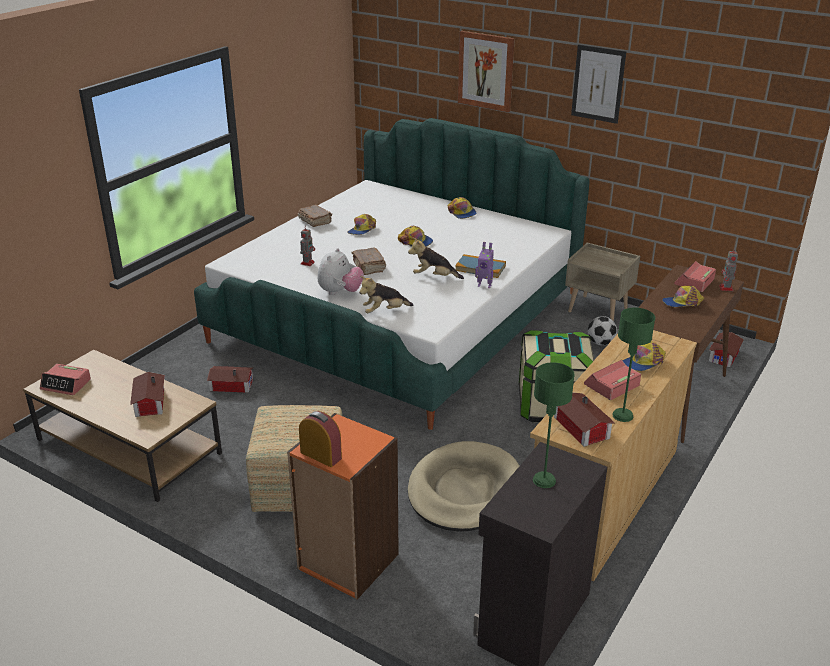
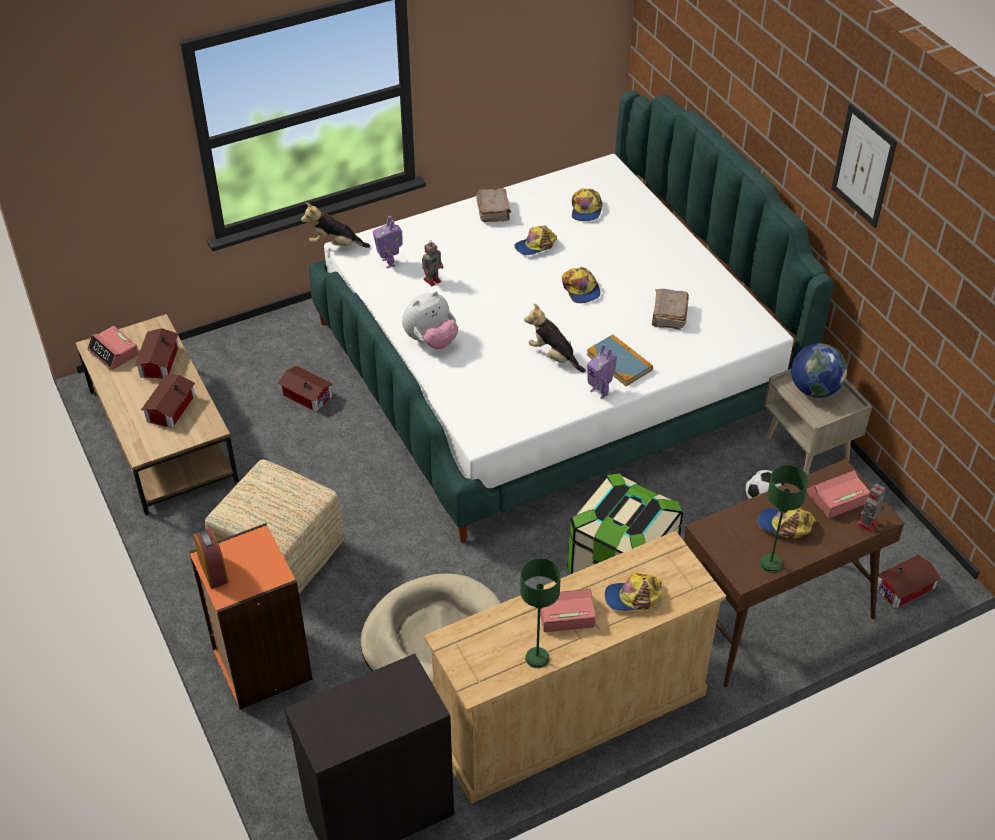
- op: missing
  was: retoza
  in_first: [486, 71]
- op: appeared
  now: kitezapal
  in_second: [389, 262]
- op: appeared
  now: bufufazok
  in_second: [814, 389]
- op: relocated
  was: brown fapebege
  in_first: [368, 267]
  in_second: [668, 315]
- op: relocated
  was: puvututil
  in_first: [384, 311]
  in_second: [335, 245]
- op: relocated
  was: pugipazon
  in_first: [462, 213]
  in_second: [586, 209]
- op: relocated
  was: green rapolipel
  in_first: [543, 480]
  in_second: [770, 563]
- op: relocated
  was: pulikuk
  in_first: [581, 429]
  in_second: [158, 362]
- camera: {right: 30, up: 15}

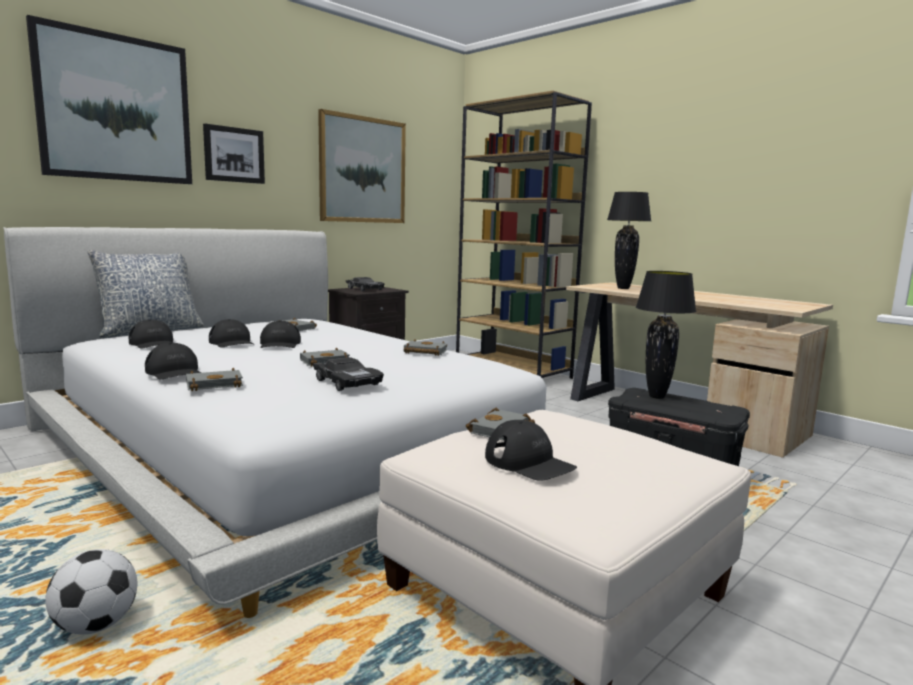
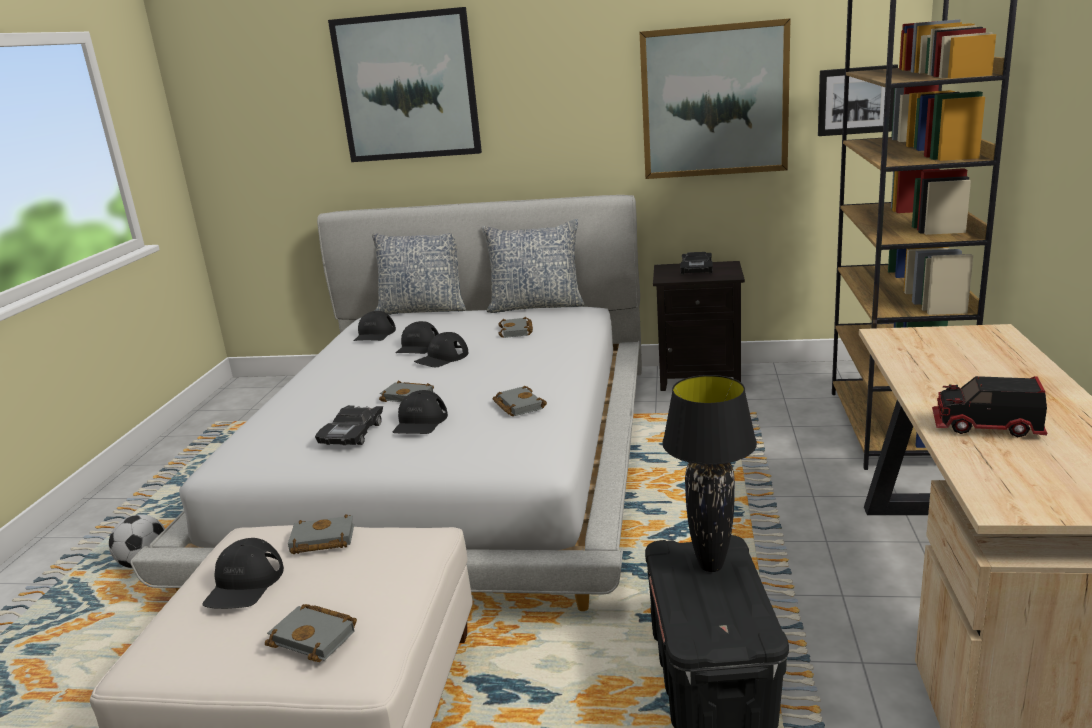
- op: missing
  was: black rapolipel
  in_first: [623, 288]
- op: appeared
  now: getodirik
  in_second: [536, 306]
- op: appeared
  now: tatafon
  in_second: [986, 427]
- op: relocated
  was: black pugipazon
  in_first: [174, 372]
  in_second: [420, 422]
- op: relocated
  was: grey fapebege
  in_first: [216, 384]
  in_second: [316, 637]
- op: relocated
  was: retoza
  in_first: [234, 155]
  in_second: [856, 100]
- camera: {right: 55, up: 10}

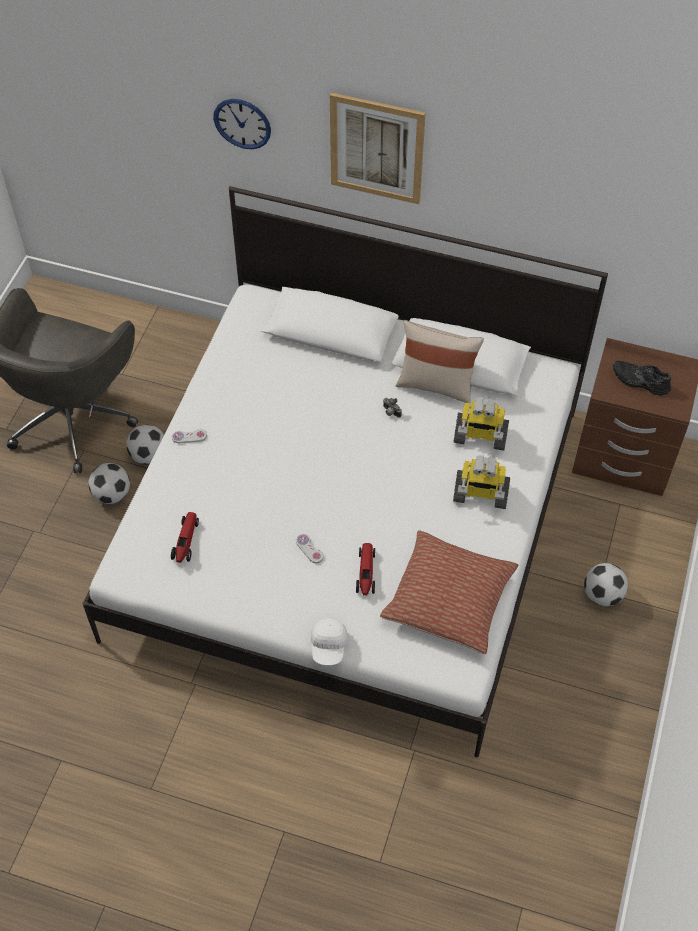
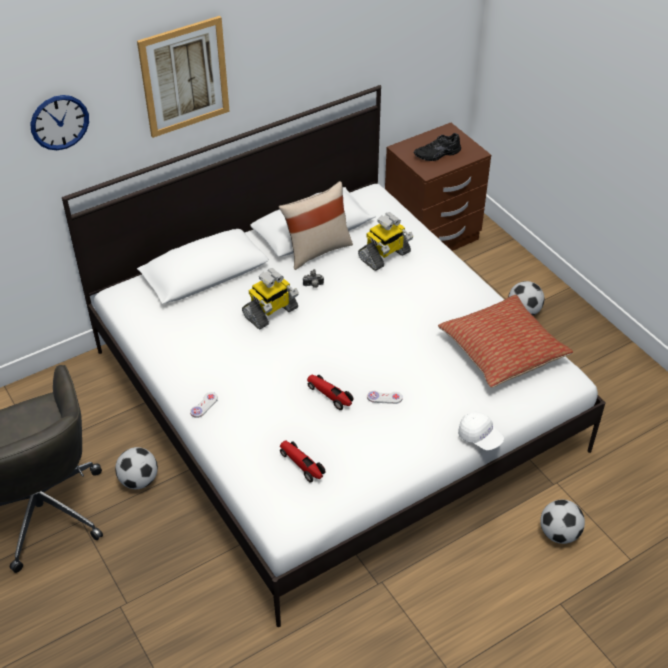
- op: relocated
  was: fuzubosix
  in_first: [112, 494]
  in_second: [559, 533]
- op: relocated
  was: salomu
  in_first: [366, 573]
  in_second: [330, 395]
- op: relocated
  was: kitezapal
  in_first: [480, 494]
  in_second: [271, 313]
- camera: {right: -50, up: -10}

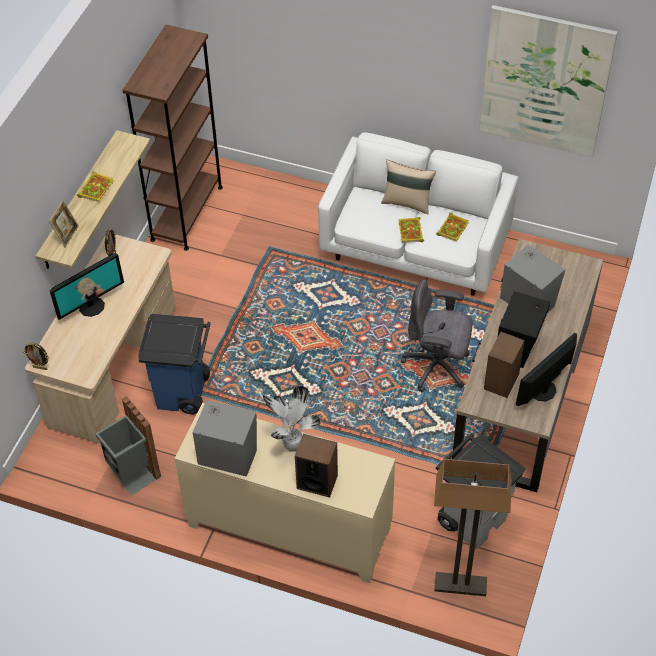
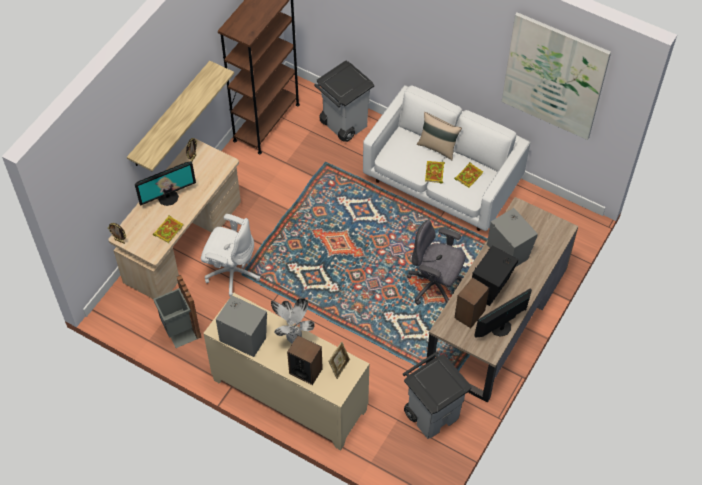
- op: missing
  was: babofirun
  in_first: [460, 585]
- op: appeared
  now: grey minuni
  in_second: [343, 124]
- op: relocated
  was: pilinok
  in_first: [67, 235]
  in_second: [339, 367]
- op: relocated
  was: fapebege
  in_first: [96, 188]
  in_second: [168, 229]
- op: exchanged
  was: blue minuni
  now: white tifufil
  in_first: [183, 393]
  in_second: [232, 273]
- camera: {right: 10, up: 5}

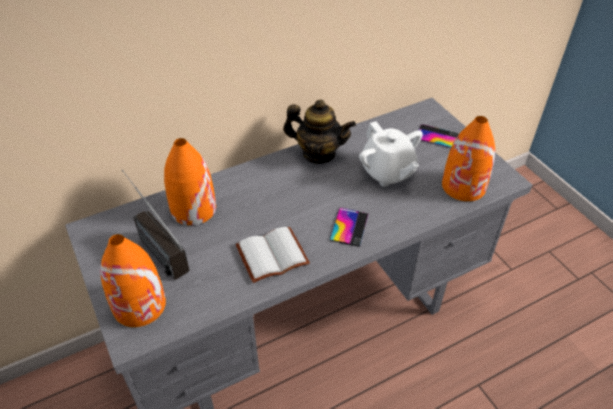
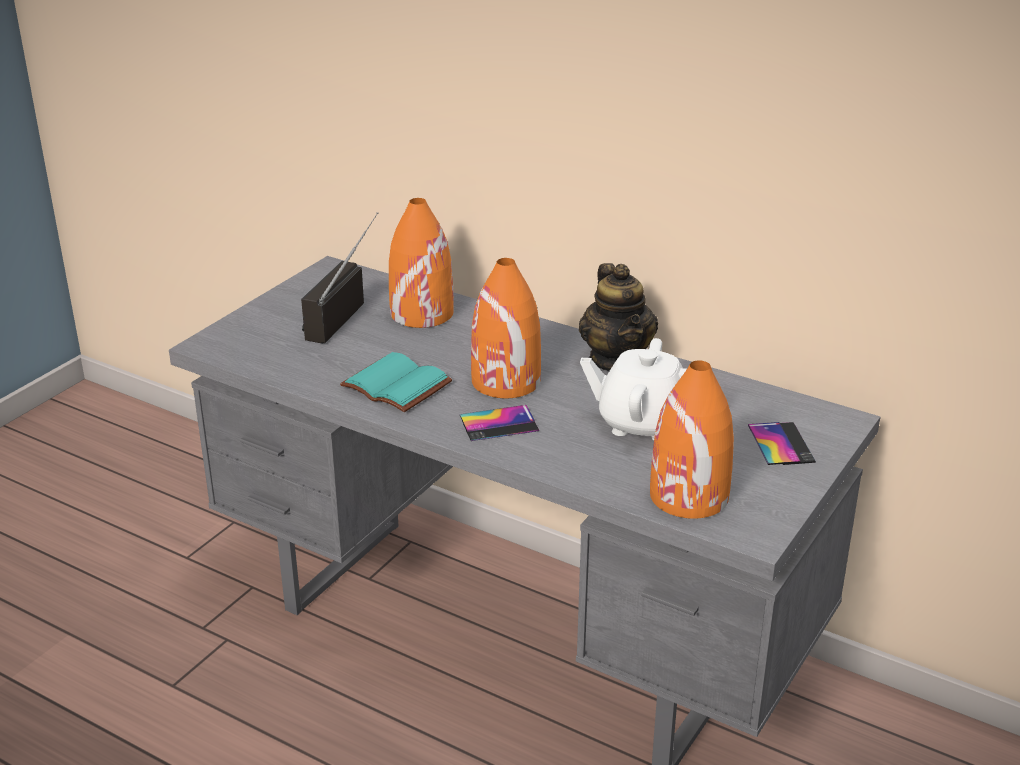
- op: relocated
  was: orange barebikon
  in_first: [140, 305]
  in_second: [506, 381]
- op: colour
  was: white fapebege
  now: turquoise fapebege
  in_first: [271, 257]
  in_second: [393, 386]
- op: spun
  was: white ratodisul
  in_first: [387, 172]
  in_second: [642, 423]
  clockwise: 75
- camera: {right: 60, up: -15}

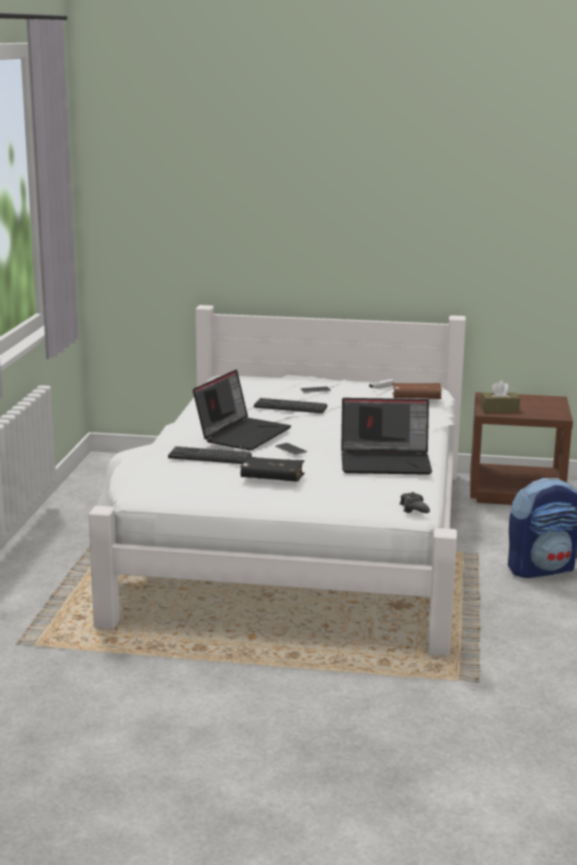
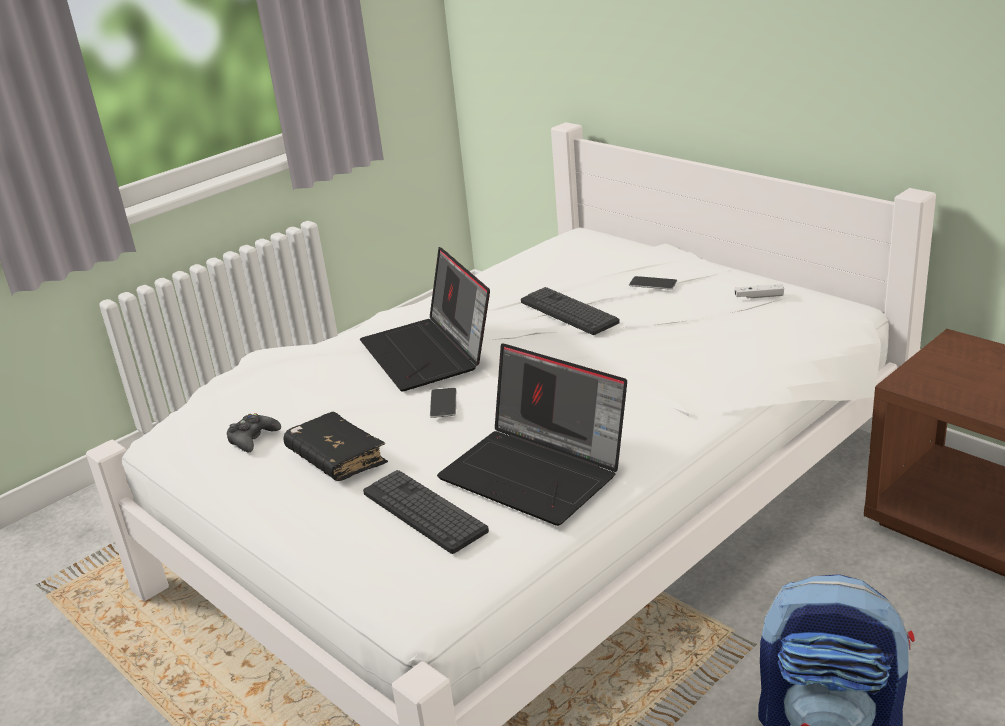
- op: missing
  was: brown fapebege
  in_first: [416, 398]
- op: missing
  was: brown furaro
  in_first: [499, 410]
- op: relocated
  was: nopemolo
  in_first: [209, 457]
  in_second: [424, 512]
- op: relocated
  was: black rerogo
  in_first: [413, 508]
  in_second: [253, 439]
- op: spun
  was: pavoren
  in_first: [243, 434]
  in_second: [429, 354]
  clockwise: 90
- camera: {right: 40, up: 10}

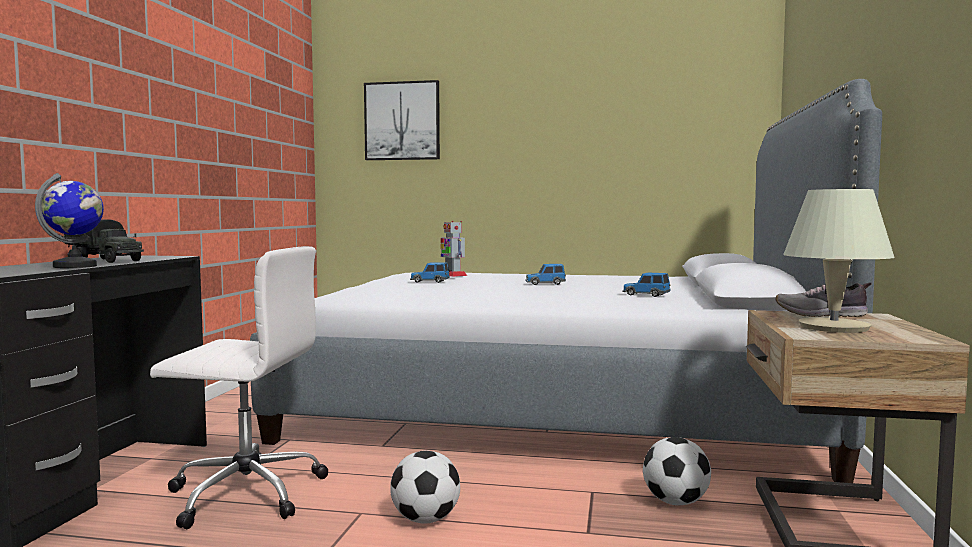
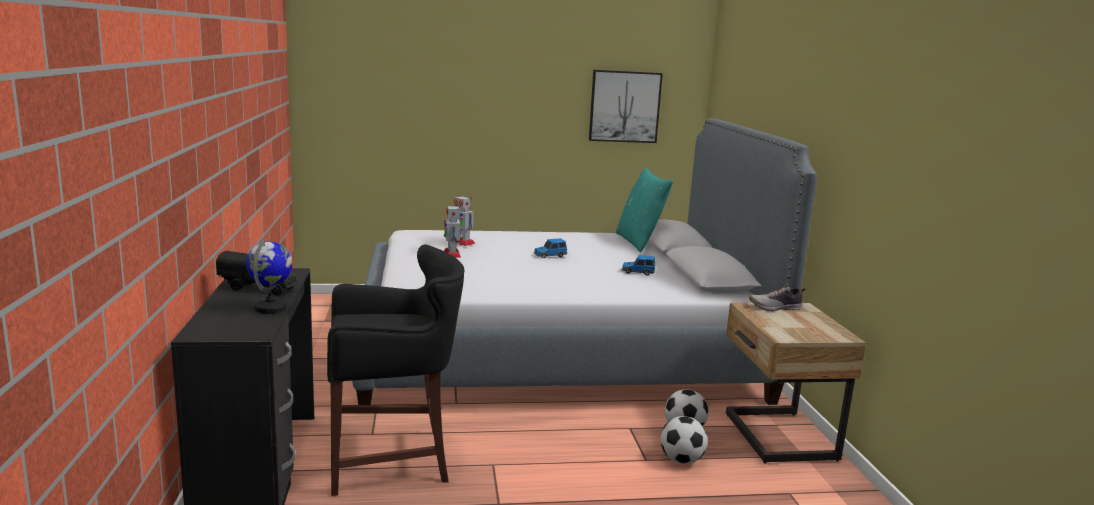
- op: missing
  was: beige rapolipel
  in_first: [832, 327]
- op: appeared
  now: turquoise getodirik
  in_second: [639, 242]
- op: relocated
  was: retoza
  in_first: [402, 121]
  in_second: [624, 106]
- op: relocated
  was: fuzubosix
  in_first: [426, 520]
  in_second: [681, 460]
- op: exchanged
  was: white tifufil
  now: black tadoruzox
  in_first: [244, 493]
  in_second: [393, 459]
- op: exchanged
  was: salomu
  now: kitezapal
  in_first: [429, 281]
  in_second: [451, 254]
- camera: {right: -20, up: 10}

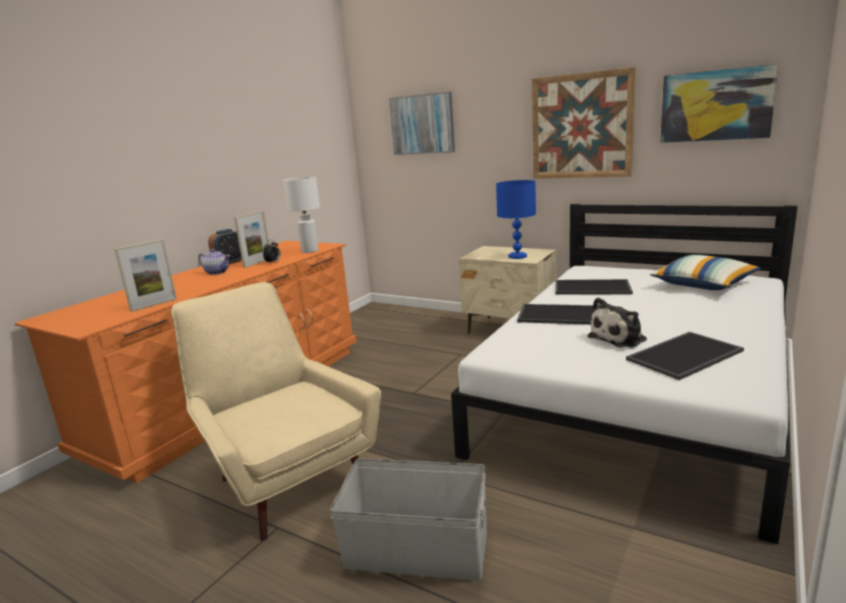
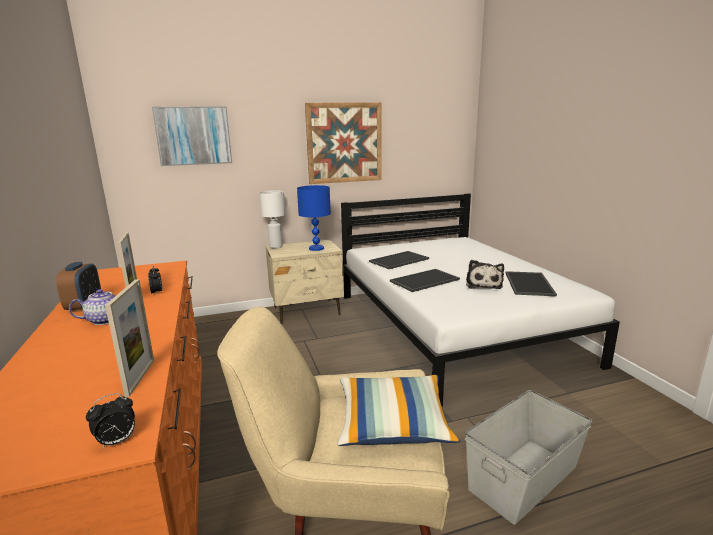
- op: missing
  was: retoza
  in_first: [715, 105]
- op: appeared
  now: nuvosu
  in_second: [117, 442]
- op: relocated
  was: white rapolipel
  in_first: [309, 251]
  in_second: [275, 247]
- op: relocated
  was: getodirik
  in_first: [703, 285]
  in_second: [393, 423]
- camera: {right: -50, up: 0}

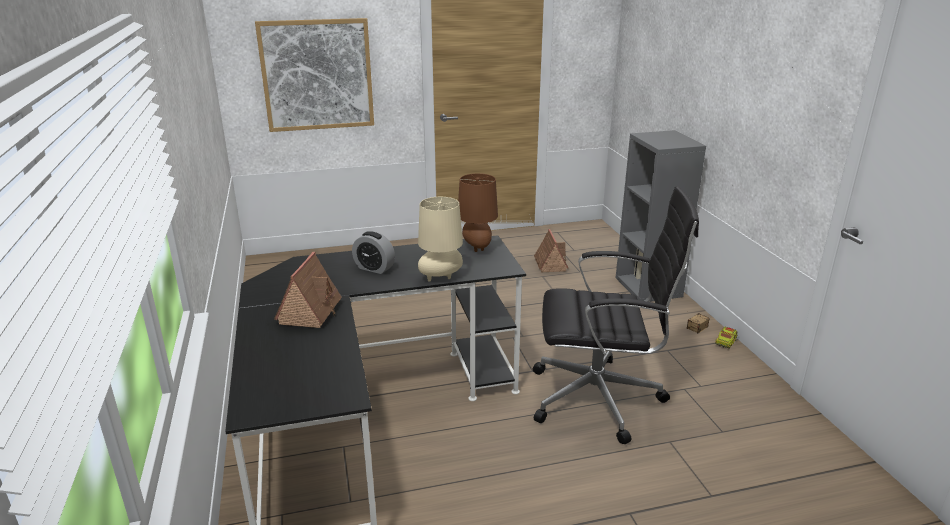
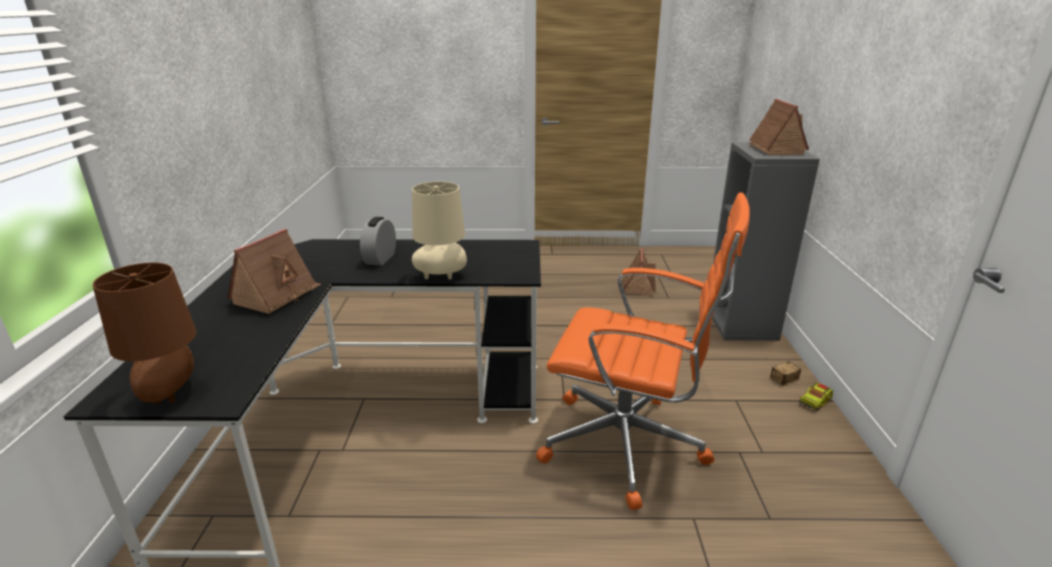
- op: missing
  was: retoza
  in_first: [317, 75]
- op: appeared
  now: pulikuk
  in_second: [775, 149]
- op: relocated
  was: brown rapolipel
  in_first: [477, 248]
  in_second: [172, 394]
- op: colour
  was: black tifufil
  now: orange tifufil
  in_first: [600, 398]
  in_second: [628, 445]
- op: spun
  was: nuvosu
  in_first: [374, 268]
  in_second: [380, 259]
  clockwise: 60
- camera: {right: 15, up: 0}

